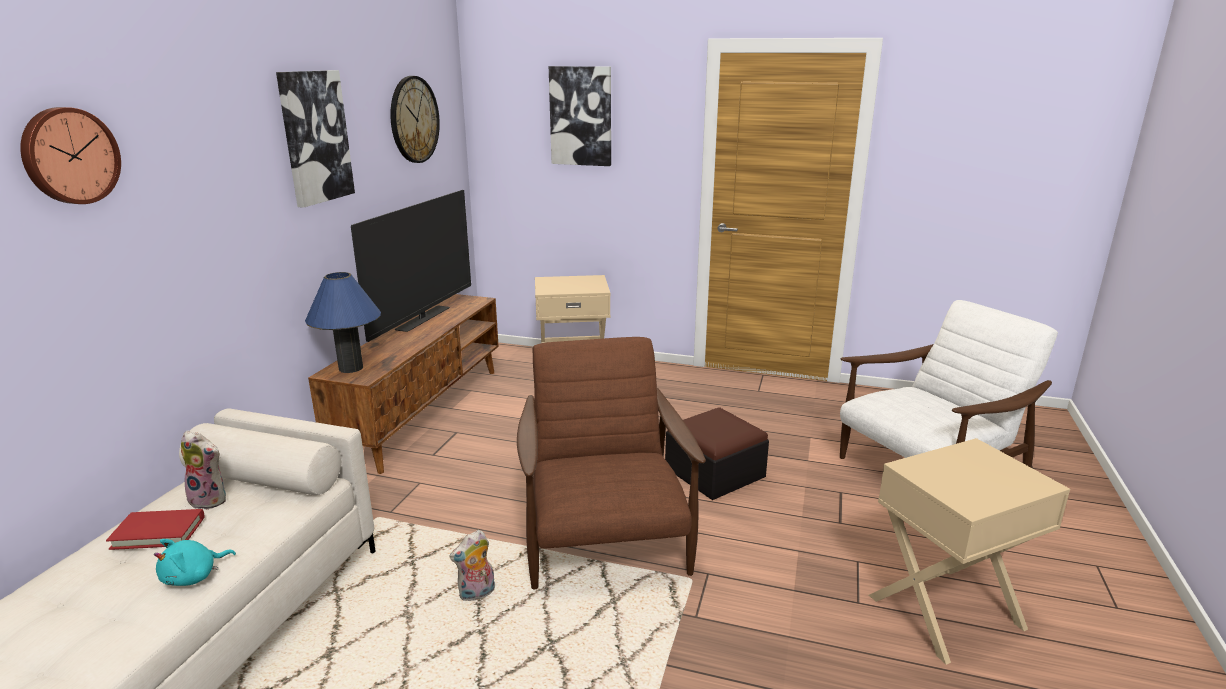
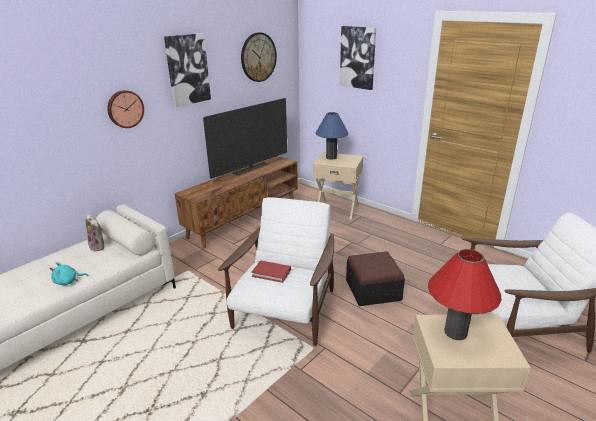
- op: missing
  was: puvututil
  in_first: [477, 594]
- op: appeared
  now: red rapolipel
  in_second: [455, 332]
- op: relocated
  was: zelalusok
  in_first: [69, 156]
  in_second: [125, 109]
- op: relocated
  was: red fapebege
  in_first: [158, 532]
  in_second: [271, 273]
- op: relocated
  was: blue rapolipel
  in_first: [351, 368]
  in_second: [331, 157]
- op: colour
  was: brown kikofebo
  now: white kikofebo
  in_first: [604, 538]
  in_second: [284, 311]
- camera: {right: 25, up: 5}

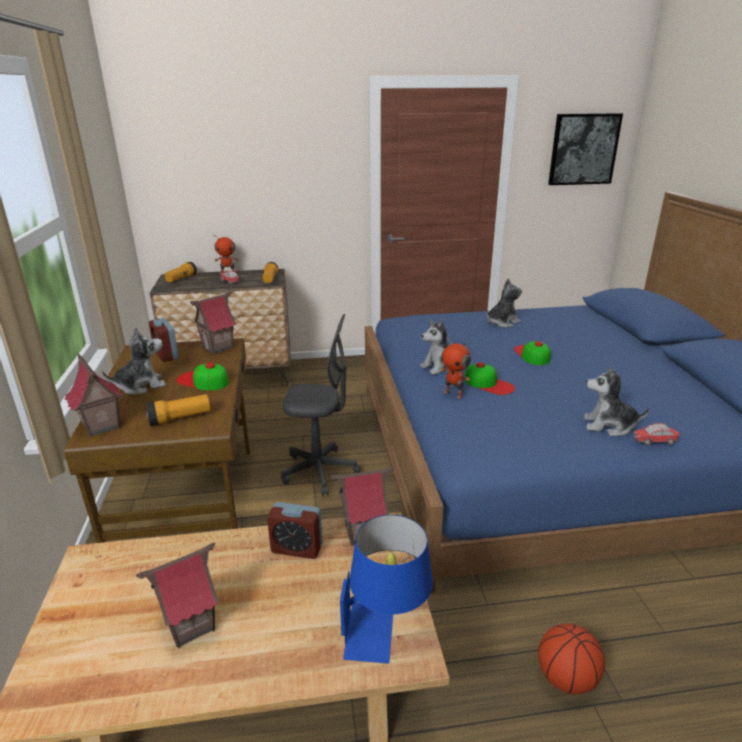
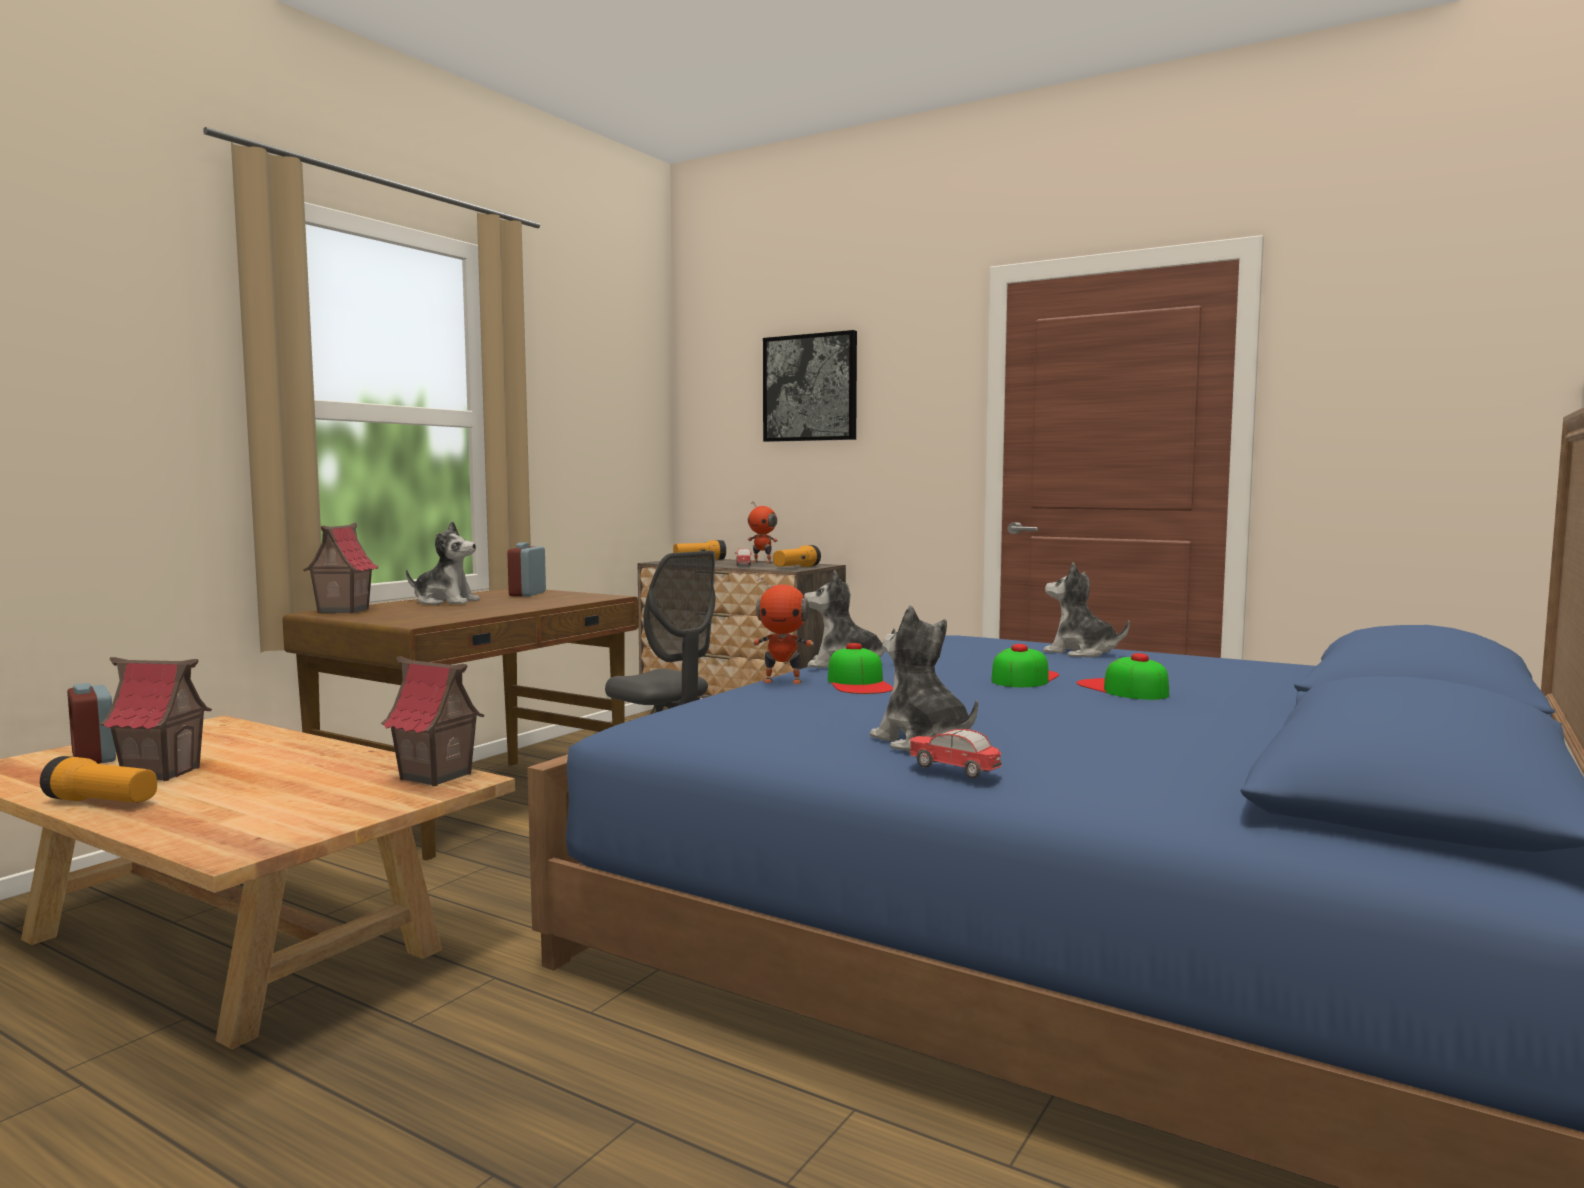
- op: missing
  was: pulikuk
  in_first: [218, 348]
- op: missing
  was: blue rapolipel
  in_first: [385, 631]
- op: missing
  was: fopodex
  in_first: [566, 679]
- op: relocated
  was: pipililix
  in_first: [180, 418]
  in_second: [102, 802]
- op: relocated
  was: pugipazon
  in_first: [203, 380]
  in_second: [1122, 689]
- op: relocated
  was: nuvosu
  in_first: [297, 548]
  in_second: [94, 757]
- op: relocated
  was: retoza
  in_first: [583, 149]
  in_second: [810, 388]
- op: spun
  was: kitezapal
  in_first: [454, 393]
  in_second: [783, 681]
  clockwise: -75
- op: spun
  was: puvututil
  in_first: [502, 322]
  in_second: [1080, 653]
  clockwise: -150
- camera: {right: 40, up: -20}

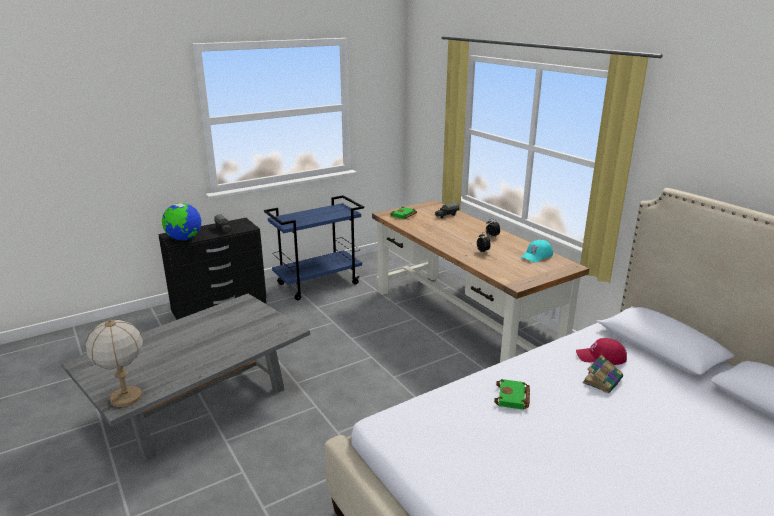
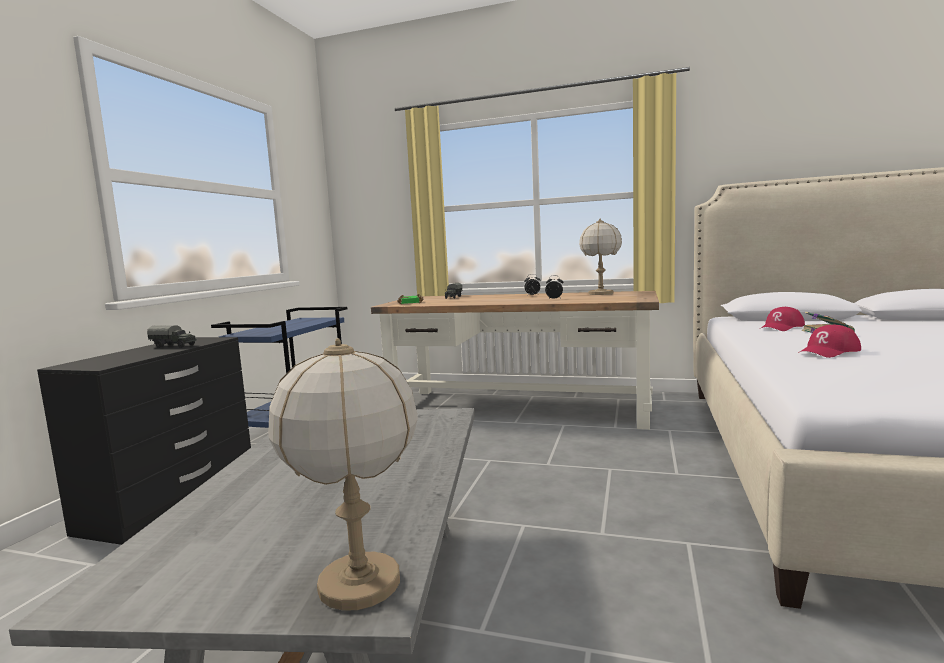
- op: missing
  was: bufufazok
  in_first: [184, 239]
- op: exchanged
  was: green fapebege
  now: red pugipazon
  in_first: [513, 398]
  in_second: [829, 351]
- op: exchanged
  was: turquoise pugipazon
  now: rapolipel
  in_first: [537, 255]
  in_second: [601, 293]
- camera: {right: -40, up: -15}

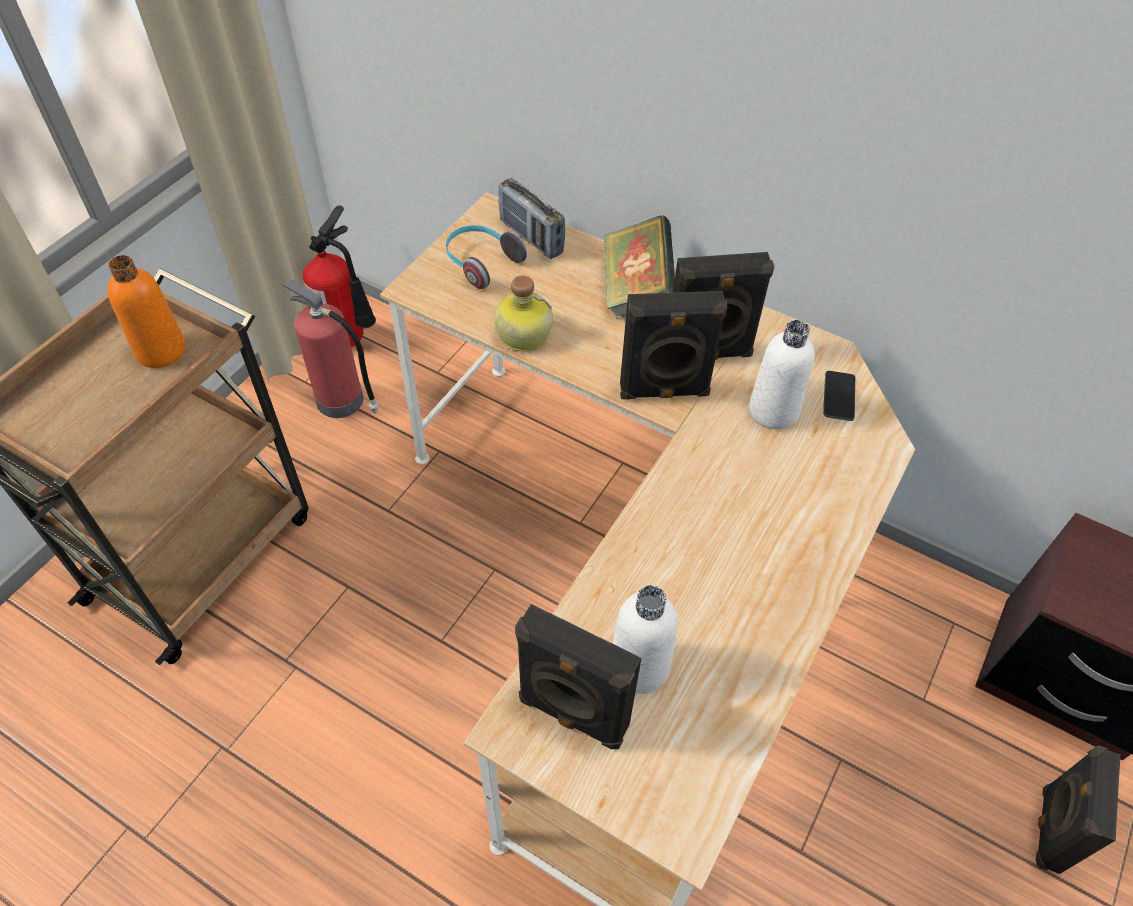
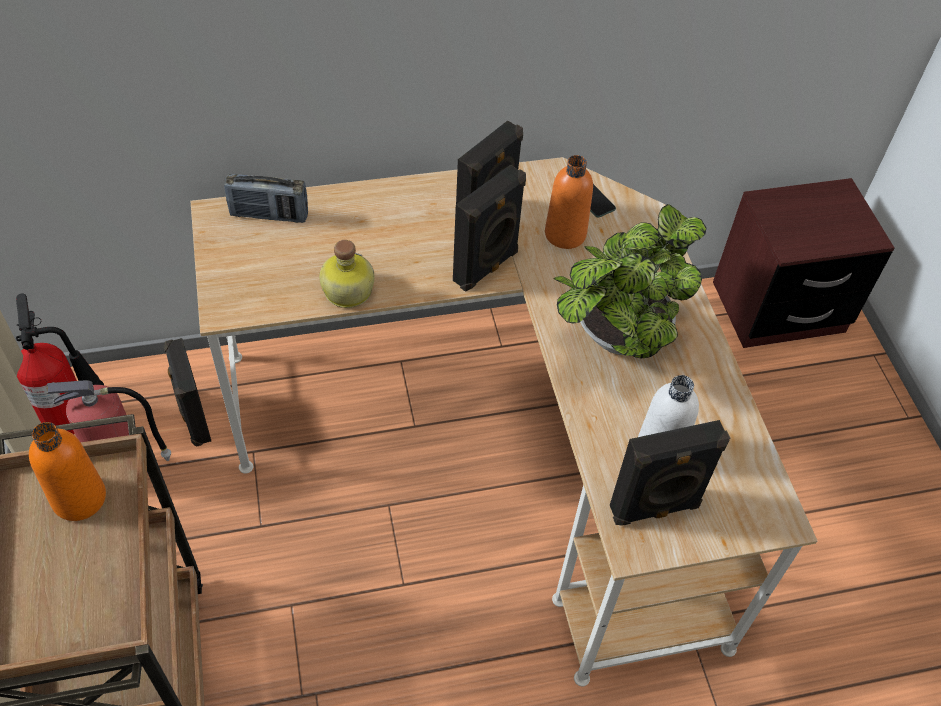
- op: missing
  was: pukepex
  in_first: [481, 263]
- op: missing
  was: fapebege
  in_first: [636, 290]
- op: appeared
  now: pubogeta
  in_second: [616, 340]
- op: relocated
  was: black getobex
  in_first: [1048, 828]
  in_second: [194, 419]
- op: colour
  was: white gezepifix
  now: orange gezepifix
  in_first: [773, 411]
  in_second: [565, 234]
- camera: {right: -45, up: 0}

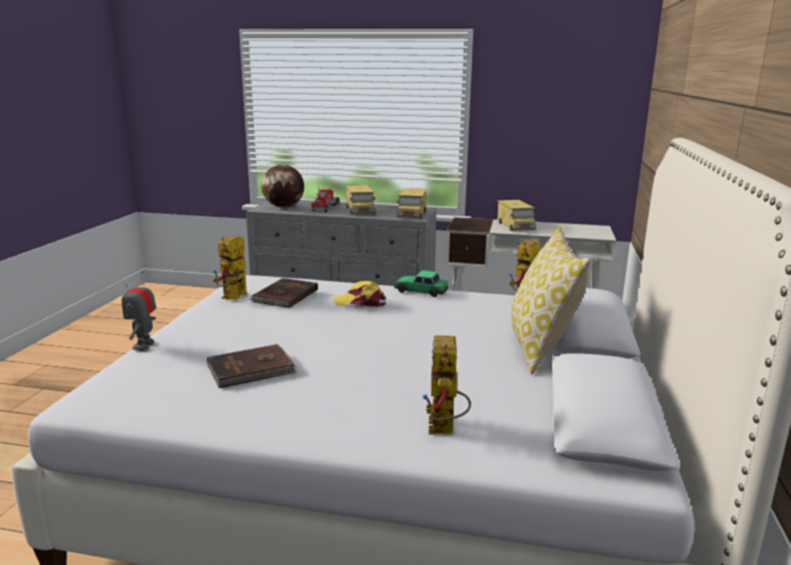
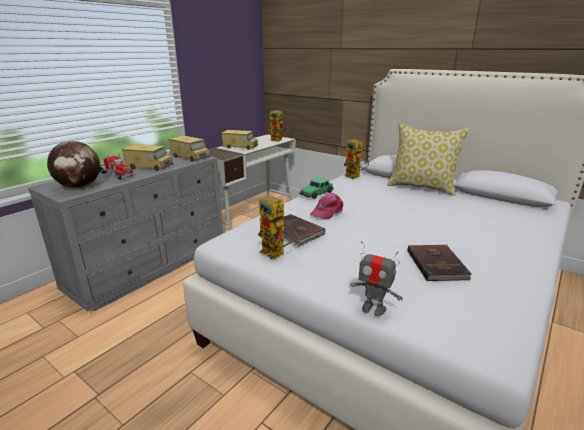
- op: relocated
  was: kitezapal
  in_first: [444, 430]
  in_second: [279, 140]
- op: colour
  was: yellow pugipazon
  now: pink pugipazon
  in_first: [360, 302]
  in_second: [327, 212]
- camera: {right: -65, up: 5}

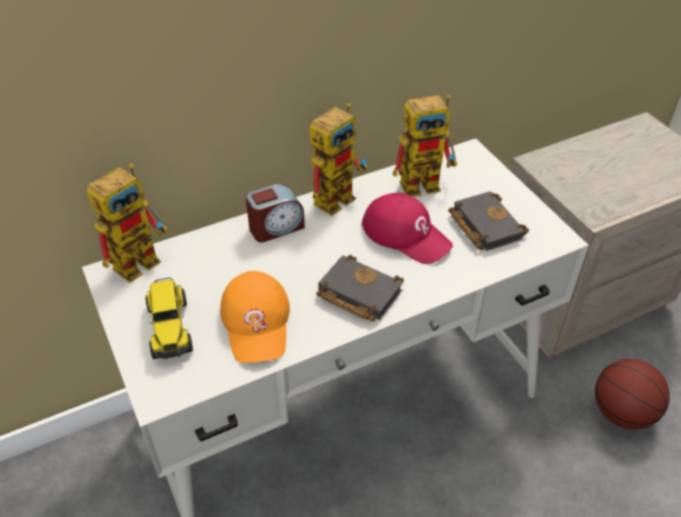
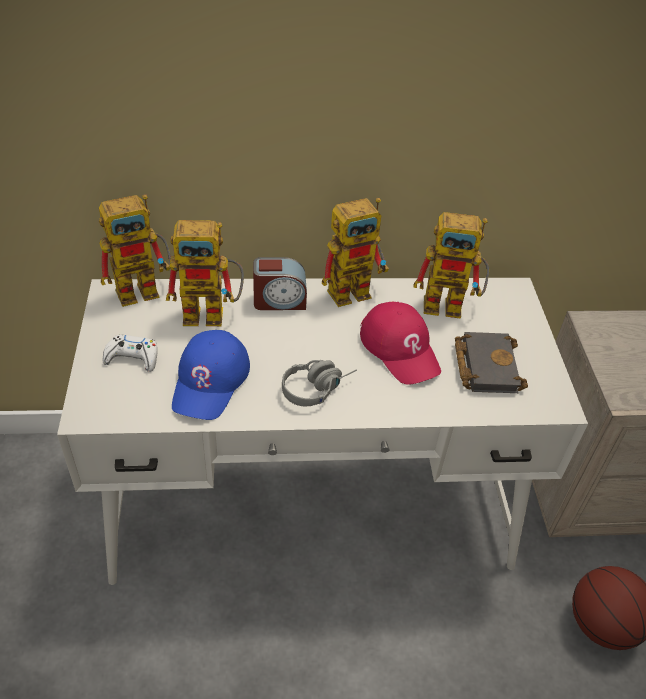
- op: appeared
  now: kitezapal
  in_second: [213, 313]
- op: exchanged
  was: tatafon
  now: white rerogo
  in_first: [170, 327]
  in_second: [132, 358]
- op: exchanged
  was: black fapebege
  now: grey pukepex
  in_first: [356, 293]
  in_second: [318, 387]
- op: colour
  was: orange pugipazon
  now: blue pugipazon
  in_first: [257, 322]
  in_second: [210, 380]
- camera: {right: 20, up: 0}

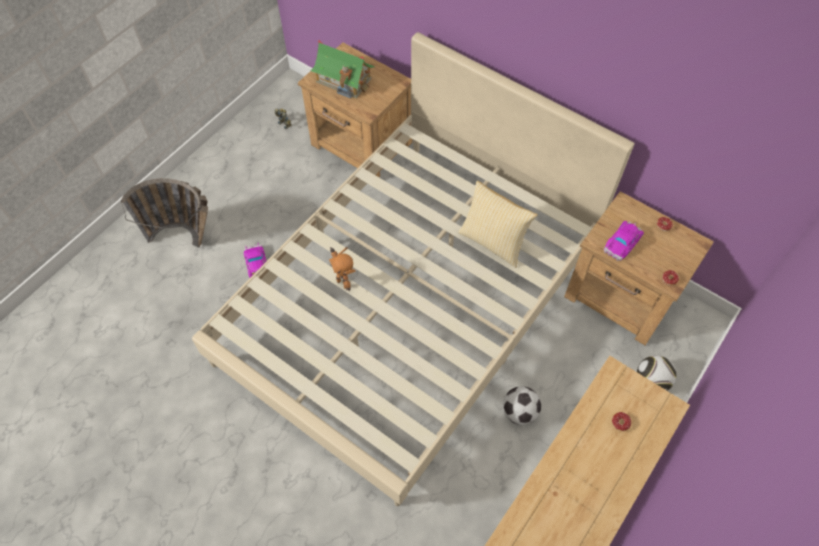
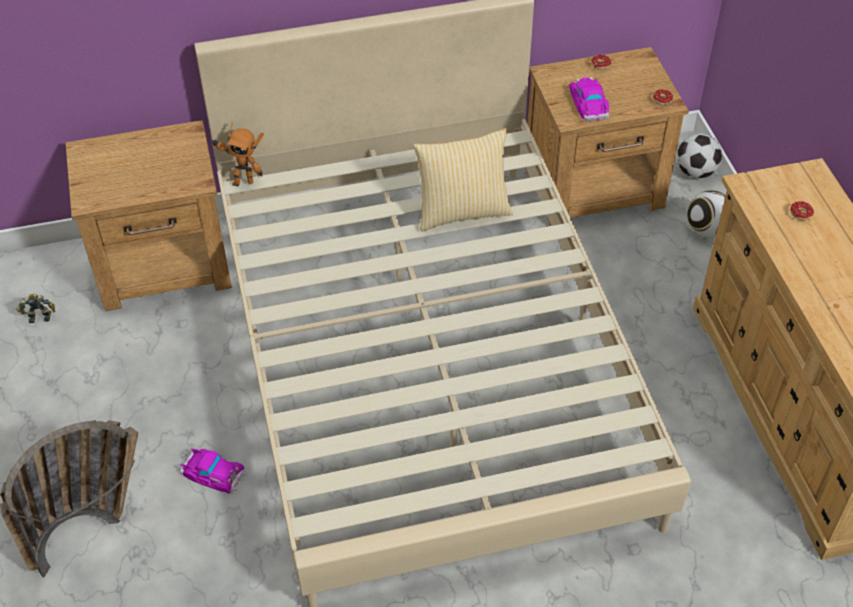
- op: missing
  was: pulikuk
  in_first: [344, 80]
- op: relocated
  was: kitezapal
  in_first: [343, 282]
  in_second: [242, 181]
- op: relocated
  was: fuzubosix
  in_first: [519, 412]
  in_second: [696, 172]
- camera: {right: -50, up: -10}

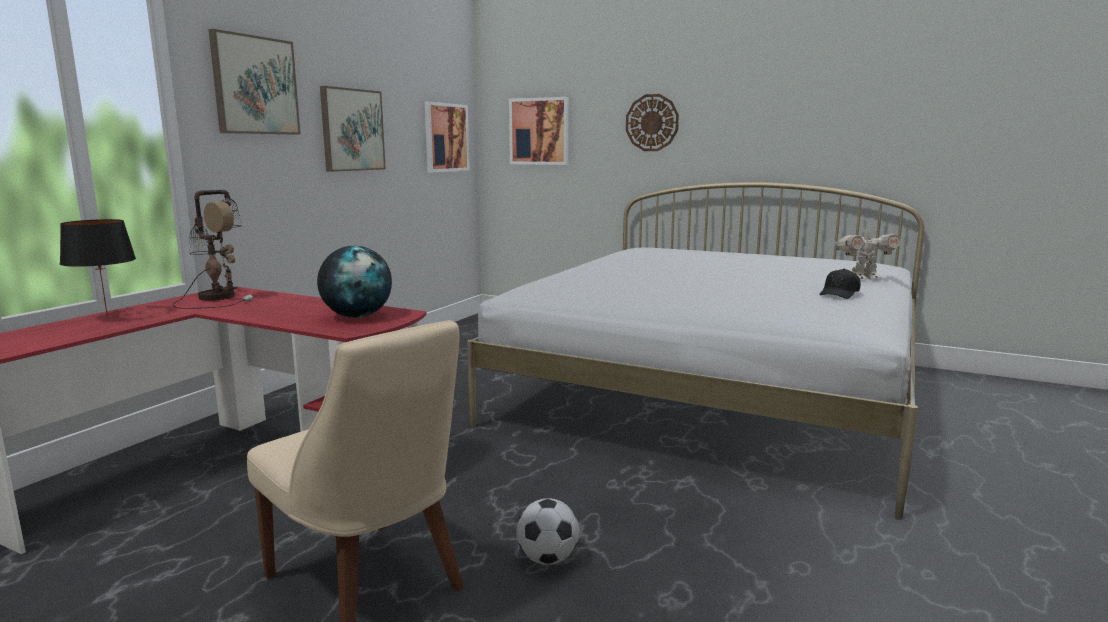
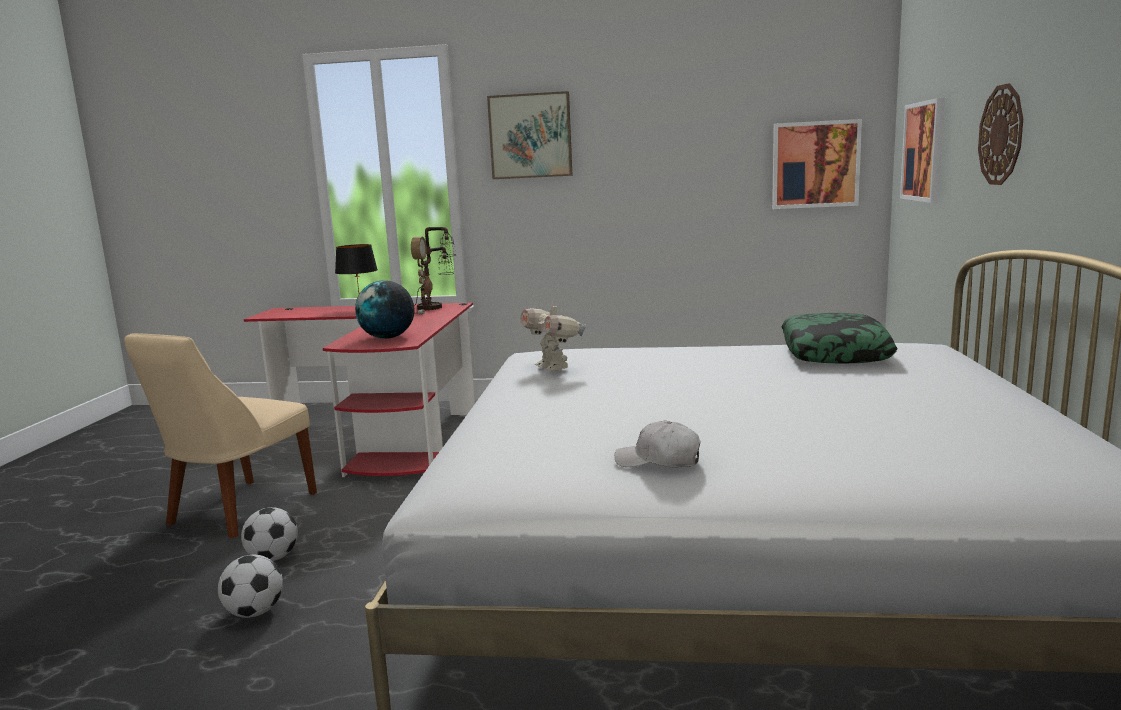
- op: missing
  was: retoza
  in_first: [352, 130]
- op: appeared
  now: fuzubosix
  in_second: [254, 612]
- op: appeared
  now: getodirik
  in_second: [835, 353]
- op: relocated
  was: kitezapal
  in_first: [863, 278]
  in_second: [554, 367]
- op: colour
  was: black pugipazon
  now: white pugipazon
  in_first: [839, 294]
  in_second: [658, 461]
- camera: {right: 70, up: 0}

